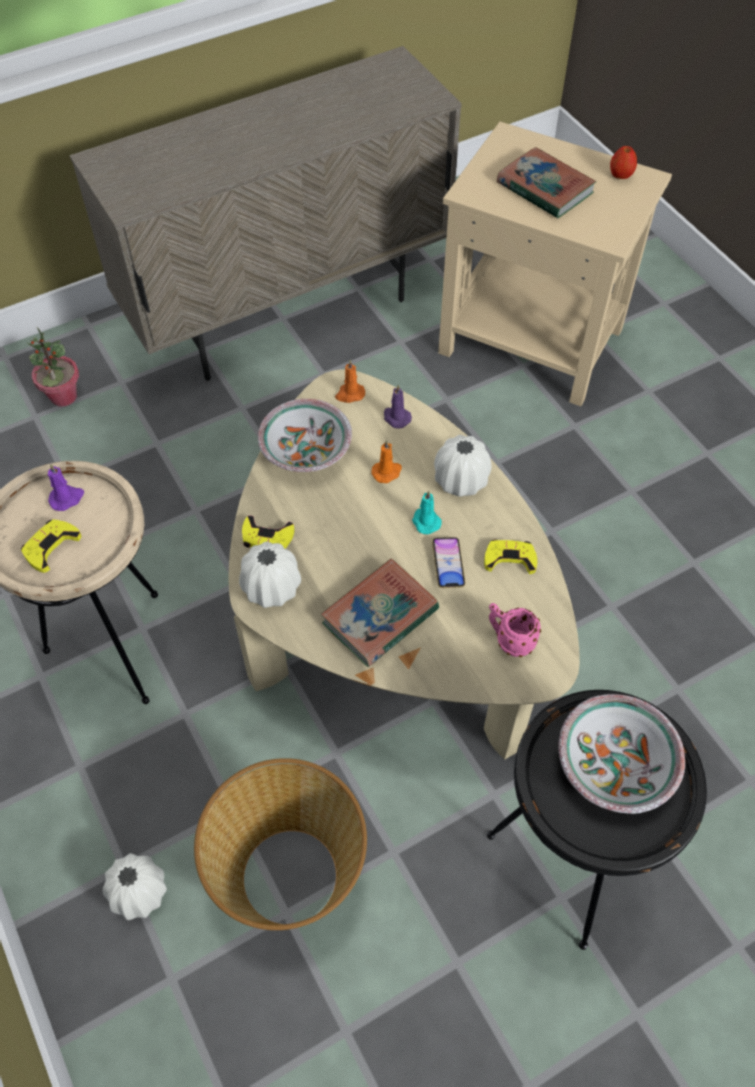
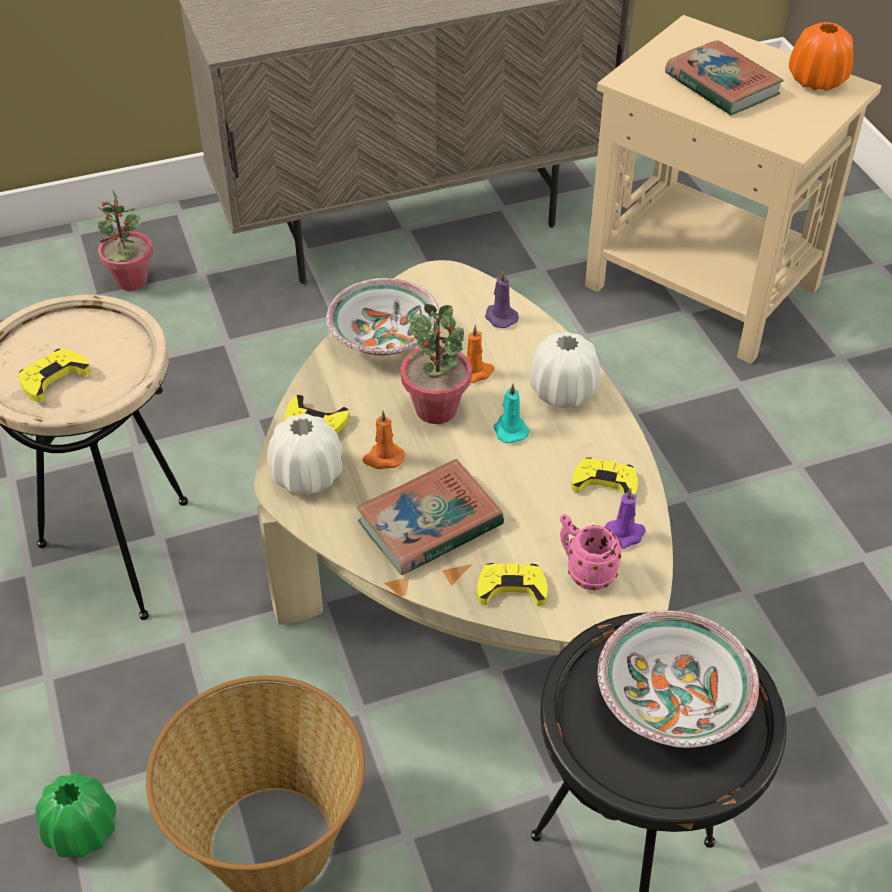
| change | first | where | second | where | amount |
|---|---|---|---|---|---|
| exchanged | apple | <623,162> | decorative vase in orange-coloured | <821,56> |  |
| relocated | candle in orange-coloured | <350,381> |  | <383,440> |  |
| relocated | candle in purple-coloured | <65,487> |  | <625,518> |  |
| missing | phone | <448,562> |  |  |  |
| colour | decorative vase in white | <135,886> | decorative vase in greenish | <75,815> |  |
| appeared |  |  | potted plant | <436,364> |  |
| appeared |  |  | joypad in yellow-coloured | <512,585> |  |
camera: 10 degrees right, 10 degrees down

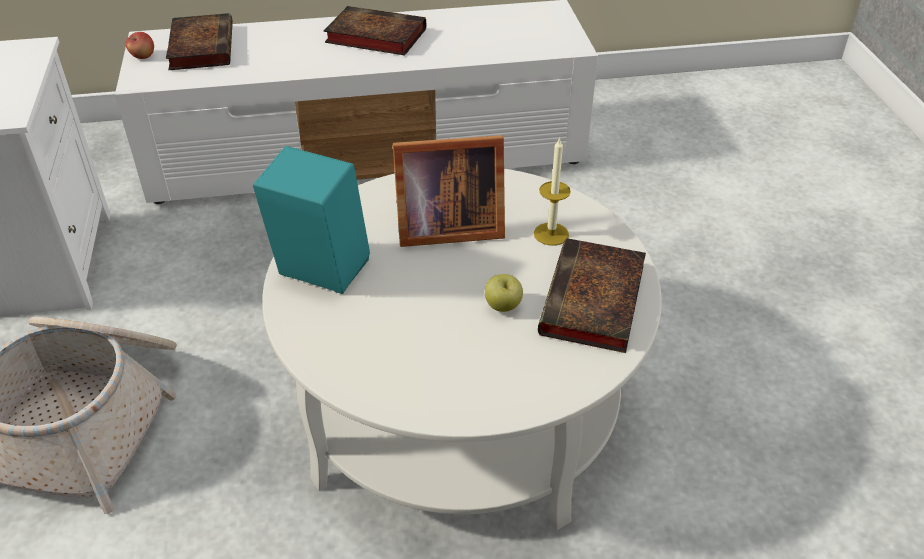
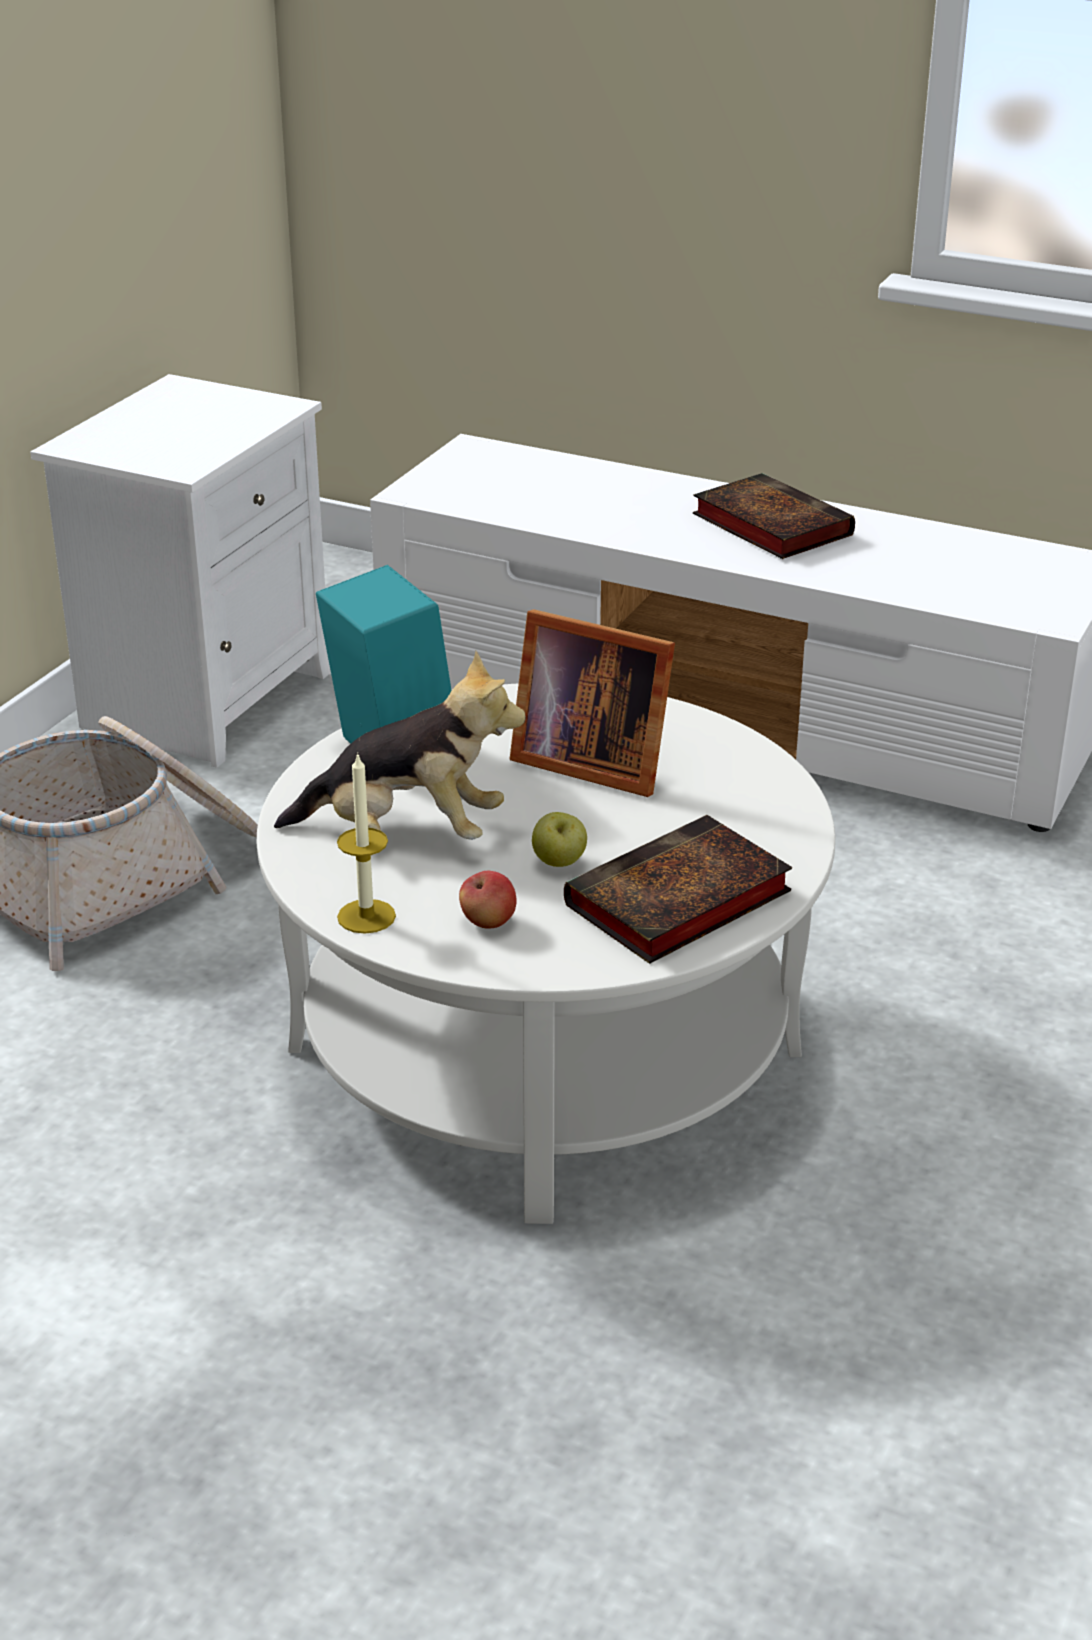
| change | first | where | second | where | amount |
|---|---|---|---|---|---|
| missing | volume | <199,41> |  |  |  |
| relocated | apple | <140,45> |  | <488,899> |  |
| relocated | candle | <552,191> |  | <366,843> |  |
| appeared |  |  | cuddly toy | <400,745> |  |
camera: 35 degrees right, 10 degrees down

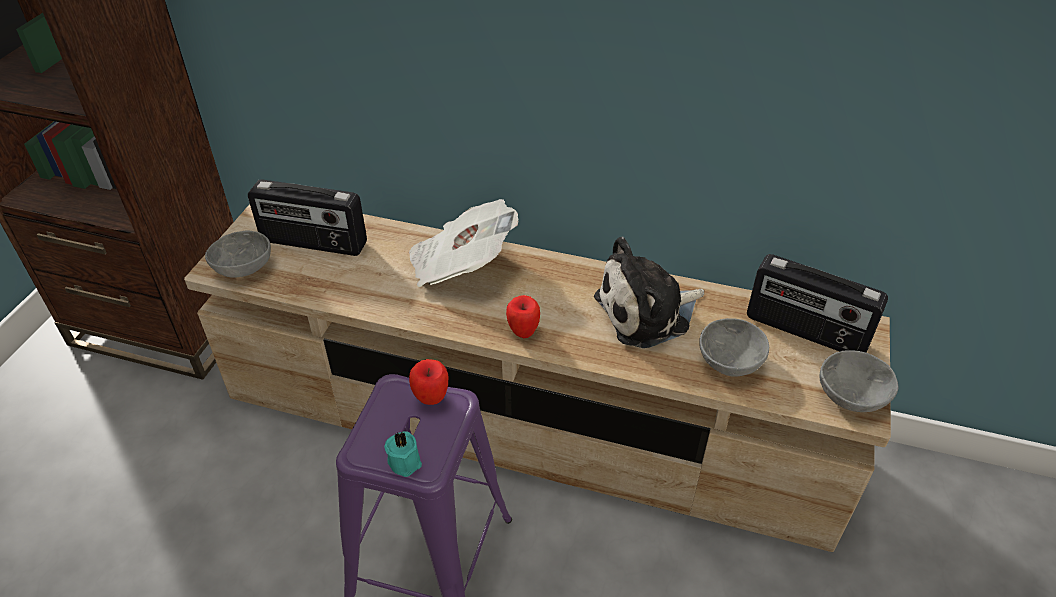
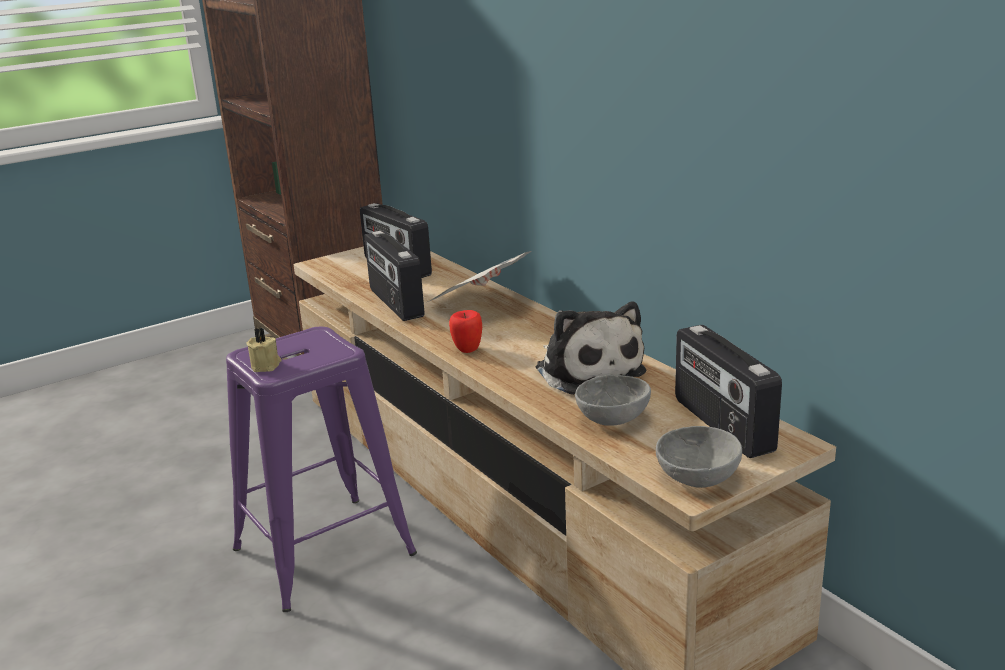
| change | first | where | second | where | amount |
|---|---|---|---|---|---|
| missing | serving bowl in greyish | <238,254> |  |  |  |
| spun | cuddly toy | <649,292> |  | <590,348> | 135 degrees counterclockwise |
| missing | apple | <429,382> |  |  |  |
| colour | candle in turquoise-coloured | <403,454> | candle in beige-coloured | <264,350> |  |
| appeared |  |  | radio receiver | <394,276> |  |
camera: 40 degrees right, 20 degrees down

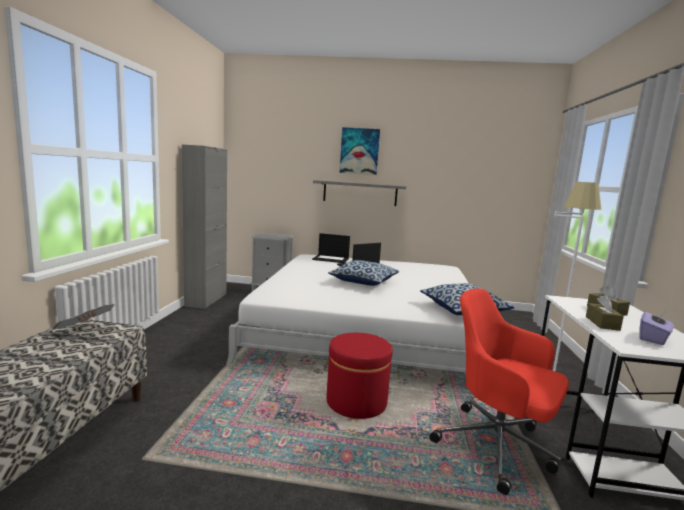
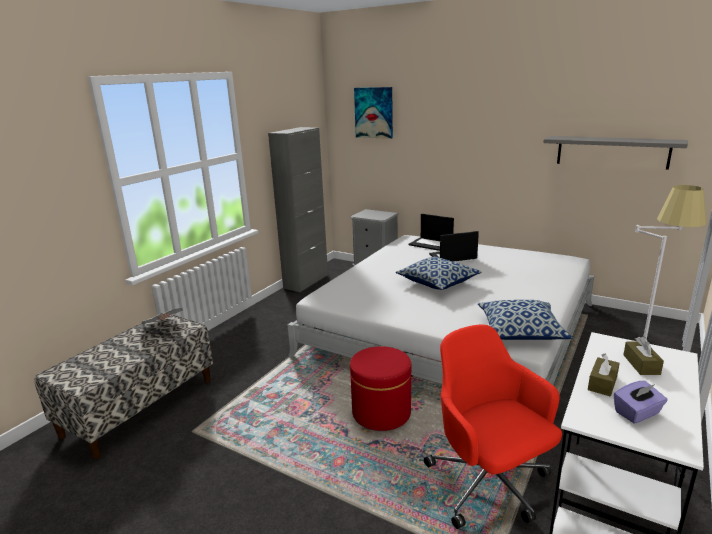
| change | first | where | second | where | amount |
|---|---|---|---|---|---|
| relocated | wall picture | <360,151> |  | <373,113> |  |
| relocated | bracket shelf in greyish | <359,193> |  | <615,153> |  |
camera: 25 degrees right, 10 degrees up

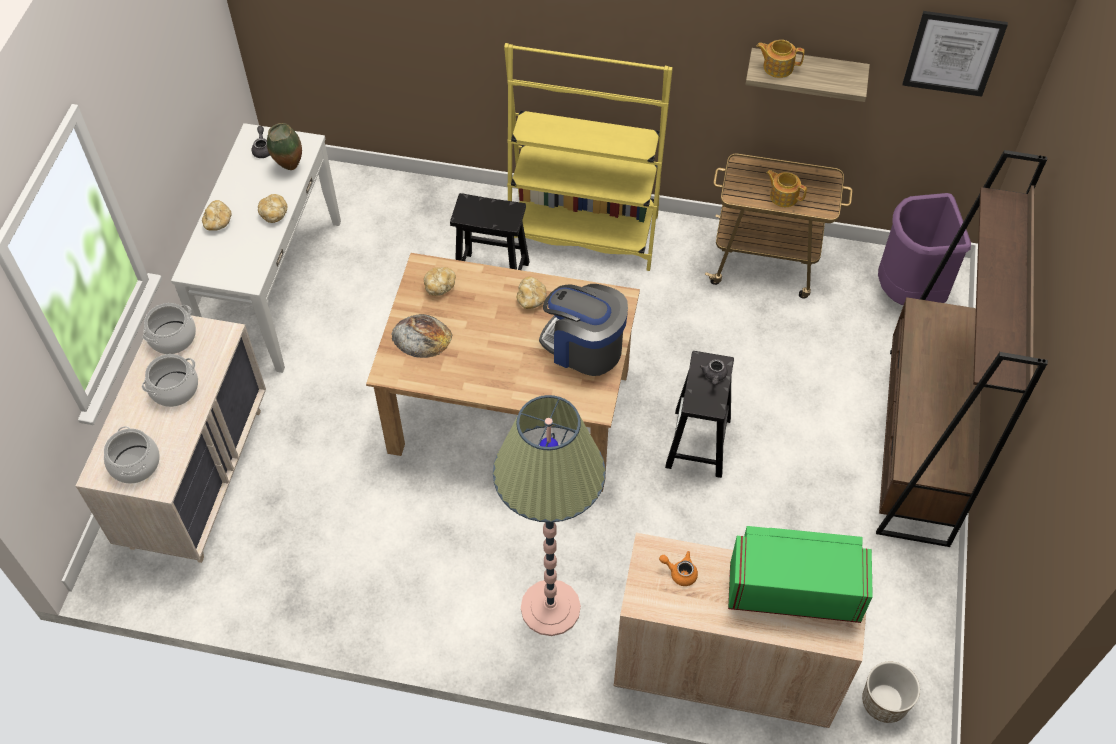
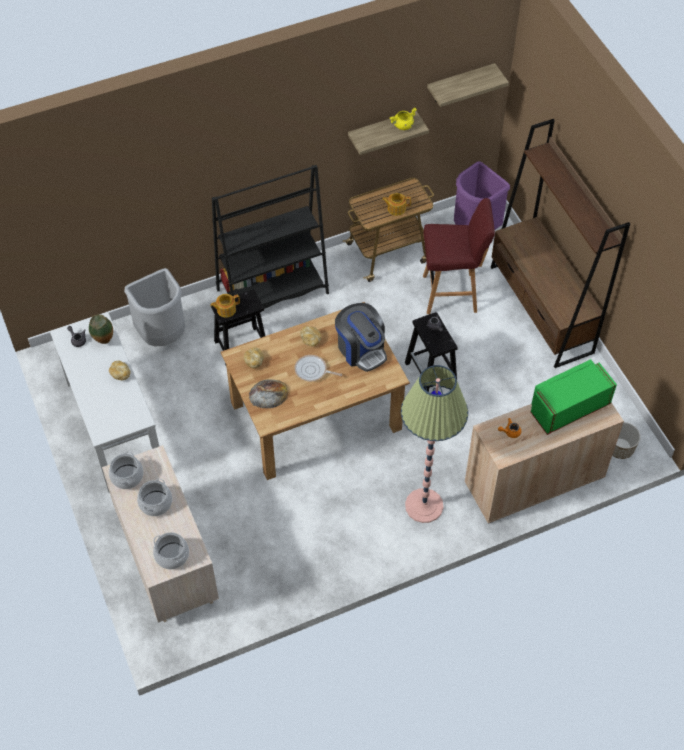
| change | first | where | second | where | amount |
|---|---|---|---|---|---|
| exchanged | wall picture | <955,54> | bracket shelf | <468,85> |  |
| relocated | teapot | <780,59> |  | <225,306> |  |
| colour | shelving unit in yellow-coloured | <588,157> | shelving unit in black | <270,237> |  |
| missing | bread | <217,215> |  |  |  |
| spun | coffee machine | <583,330> |  | <361,337> | 120 degrees counterclockwise |
| appeared |  |  | stockpot in yellow-coloured | <403,119> |  |
| appeared |  |  | sitting stool in red | <459,256> |  |
| appeared |  |  | rubbish bin in greyish | <154,307> |  |
| appeared |  |  | frying pan | <318,368> |  |
camera: 35 degrees left, 0 degrees up

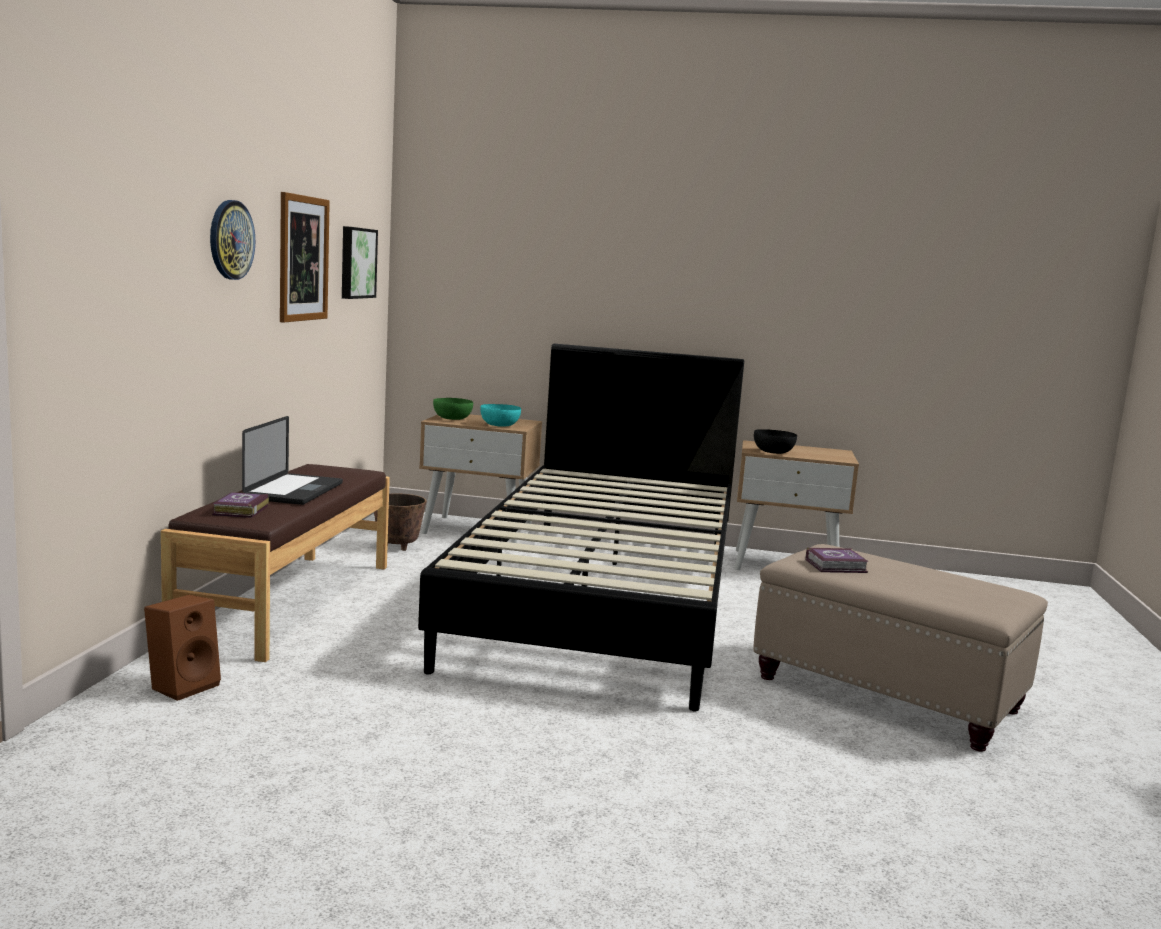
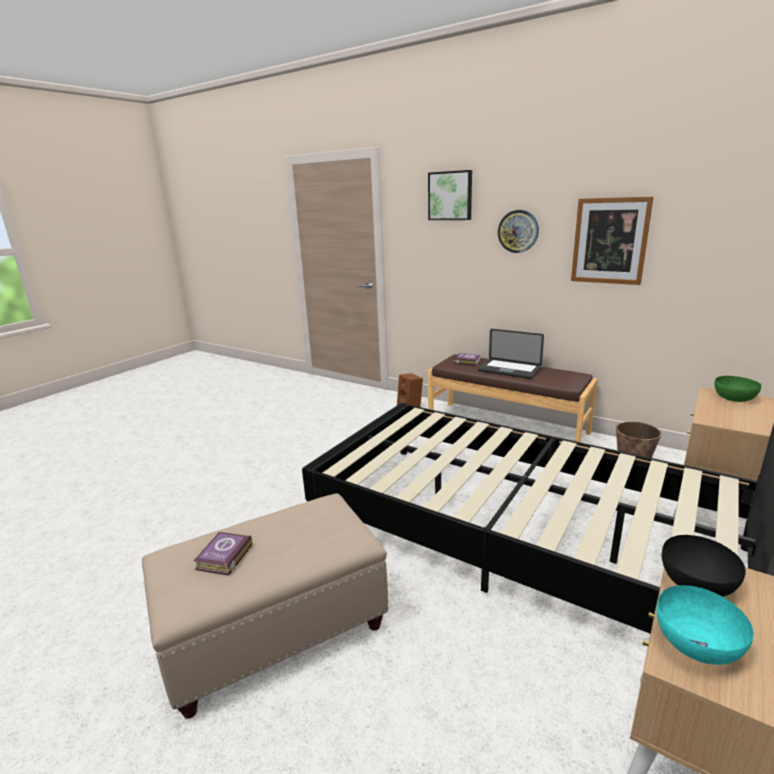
| change | first | where | second | where | amount |
|---|---|---|---|---|---|
| relocated | wall picture | <360,262> |  | <450,195> |  |
| relocated | serving bowl in turquoise-coloured | <500,415> |  | <705,625> |  |
| relocated | volume | <837,560> |  | <223,554> |  |
camera: 115 degrees right, 10 degrees up

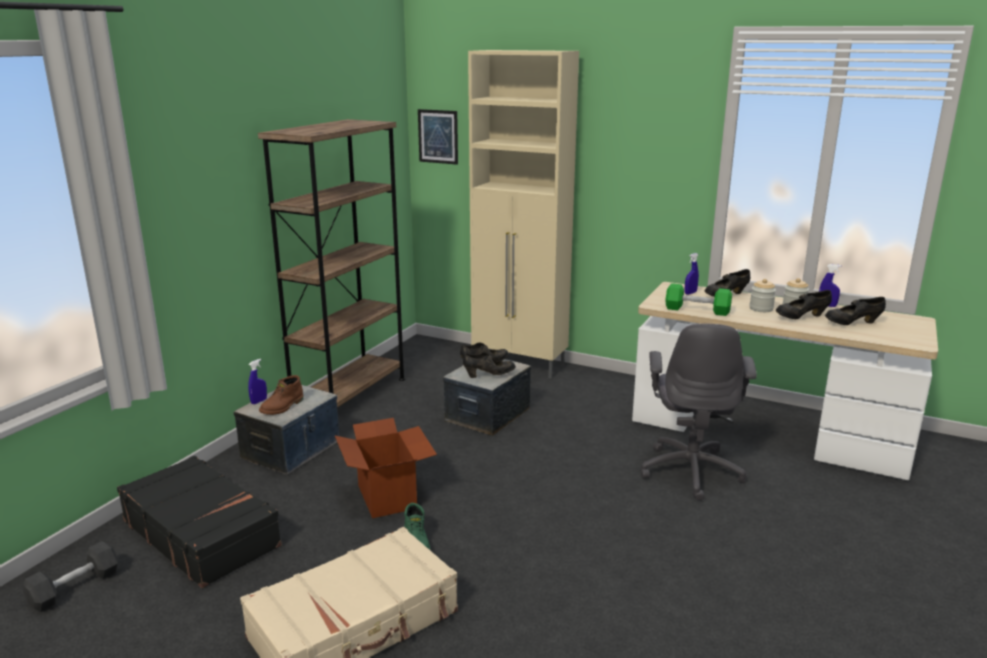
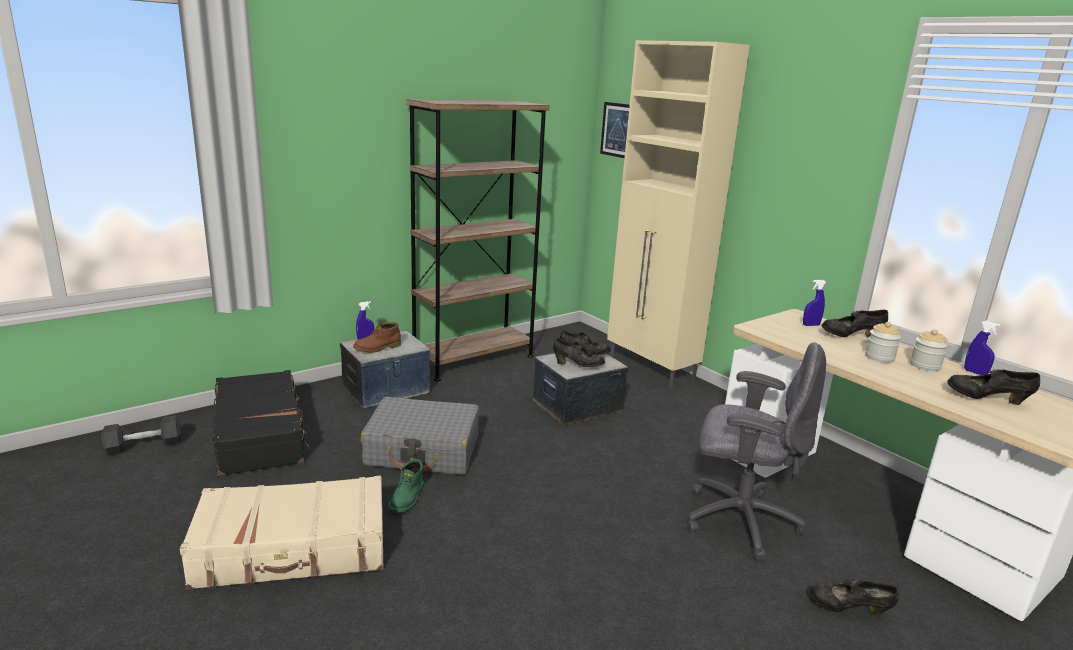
| change | first | where | second | where | amount |
|---|---|---|---|---|---|
| missing | dumbbell in greenish | <699,299> |  |  |  |
| relocated | low shoe in black | <804,304> |  | <854,597> |  |
| spun | desk chair in greyish | <699,412> |  | <756,451> | 105 degrees counterclockwise |
| exchanged | cardboard box | <386,468> | piece of luggage in greyish | <420,436> |  |
camera: 25 degrees right, 0 degrees up

